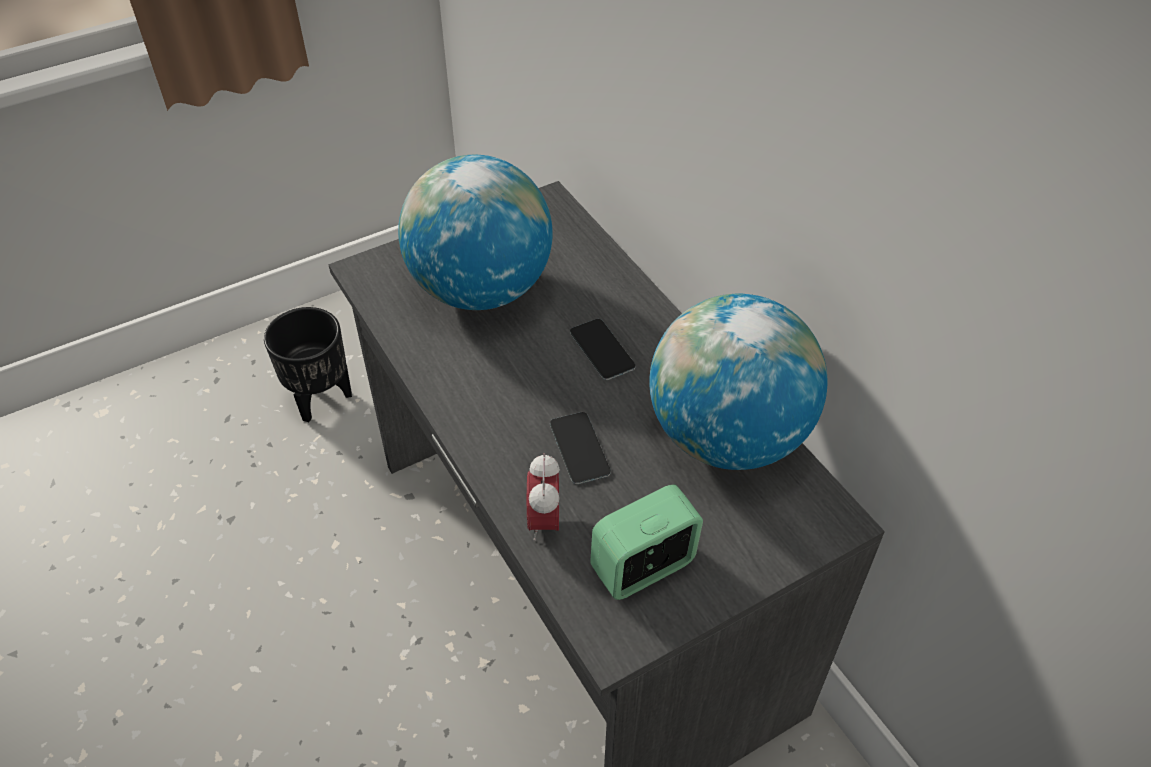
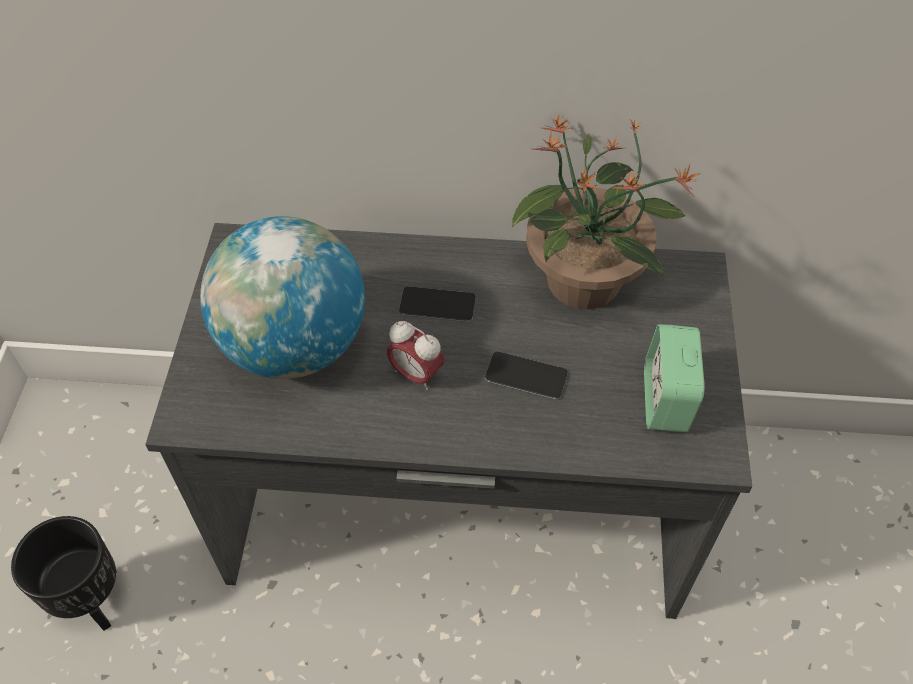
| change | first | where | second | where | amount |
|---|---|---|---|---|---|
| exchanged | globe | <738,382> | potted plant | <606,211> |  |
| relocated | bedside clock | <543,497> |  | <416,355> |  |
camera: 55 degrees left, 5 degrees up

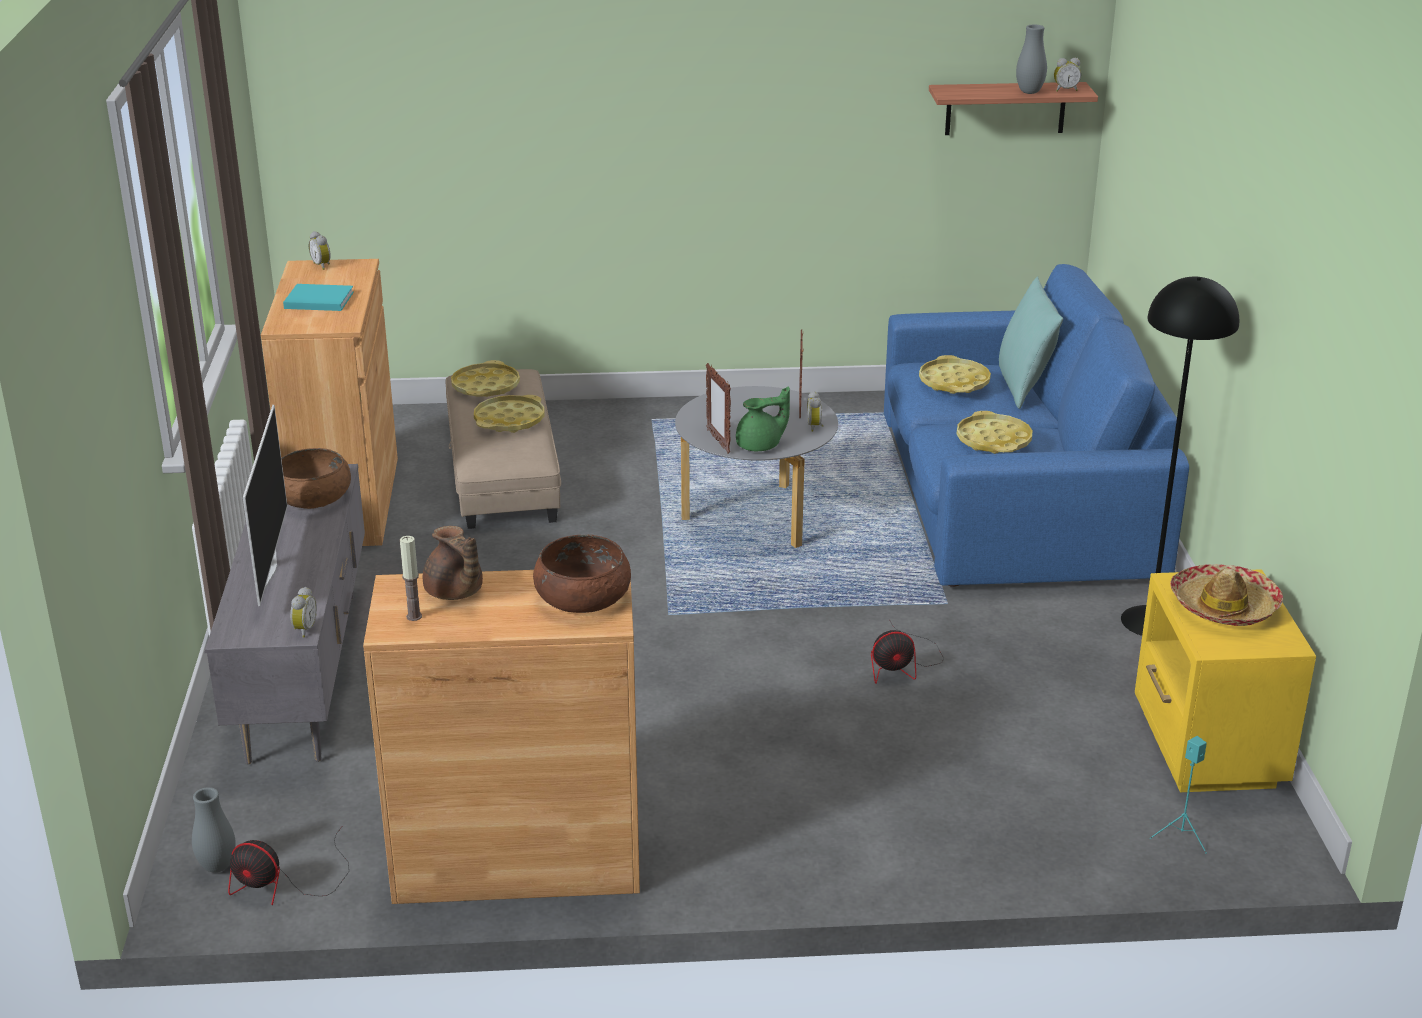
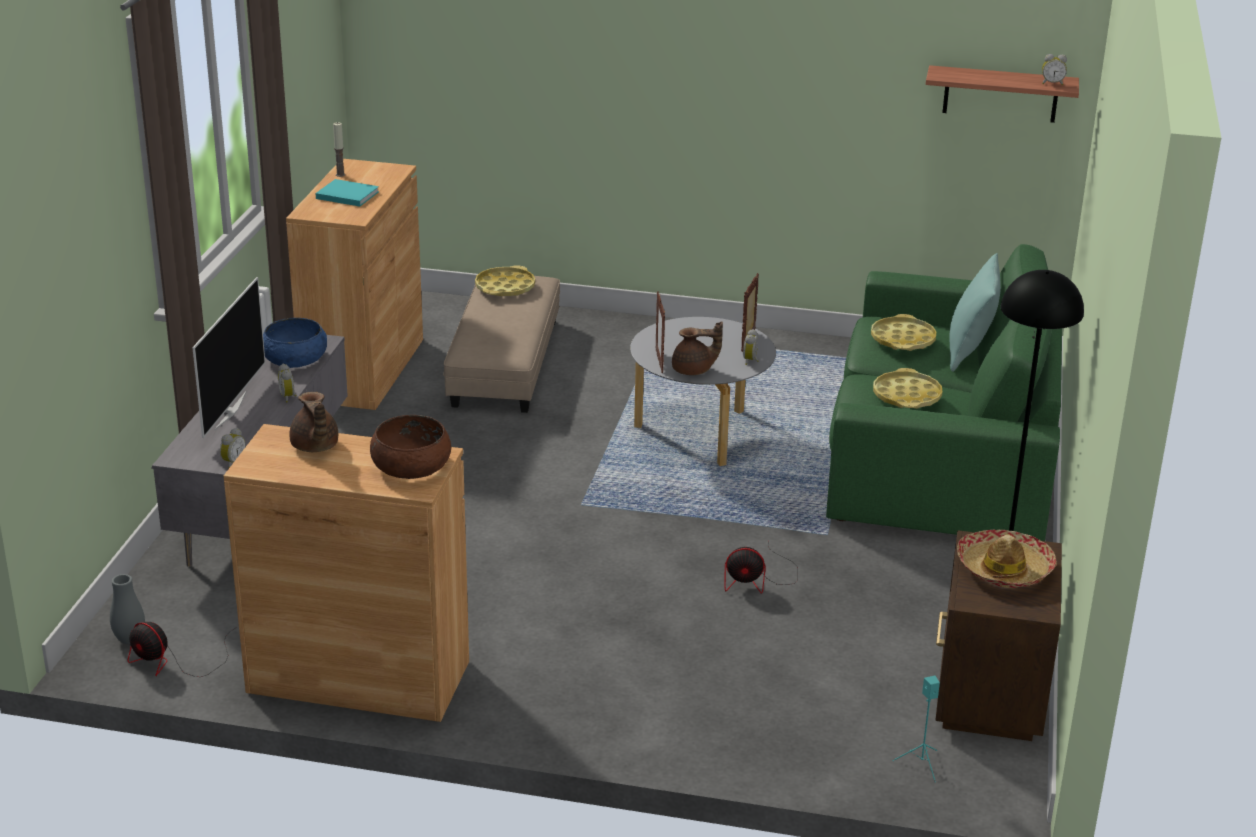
| change | first | where | second | where | amount |
|---|---|---|---|---|---|
| missing | decorative vase in greyish | <1031,59> |  |  |  |
| relocated | bedside clock | <320,250> |  | <287,383> |  |
| colour | couch in blue | <1036,425> | couch in greenish | <944,392> |  |
| colour | teapot in greenish | <763,418> | teapot in brownish | <697,348> |  |
| missing | tray in yellow-coloured | <509,414> |  |  |  |
| colour | serving bowl in brownish | <316,478> | serving bowl in blue | <295,343> |  |
| relocated | candle | <411,578> |  | <339,149> |  |
| colour | bedside table in yellow-coloured | <1225,680> | bedside table in brownish | <998,635> |  |
camera: 15 degrees right, 0 degrees up

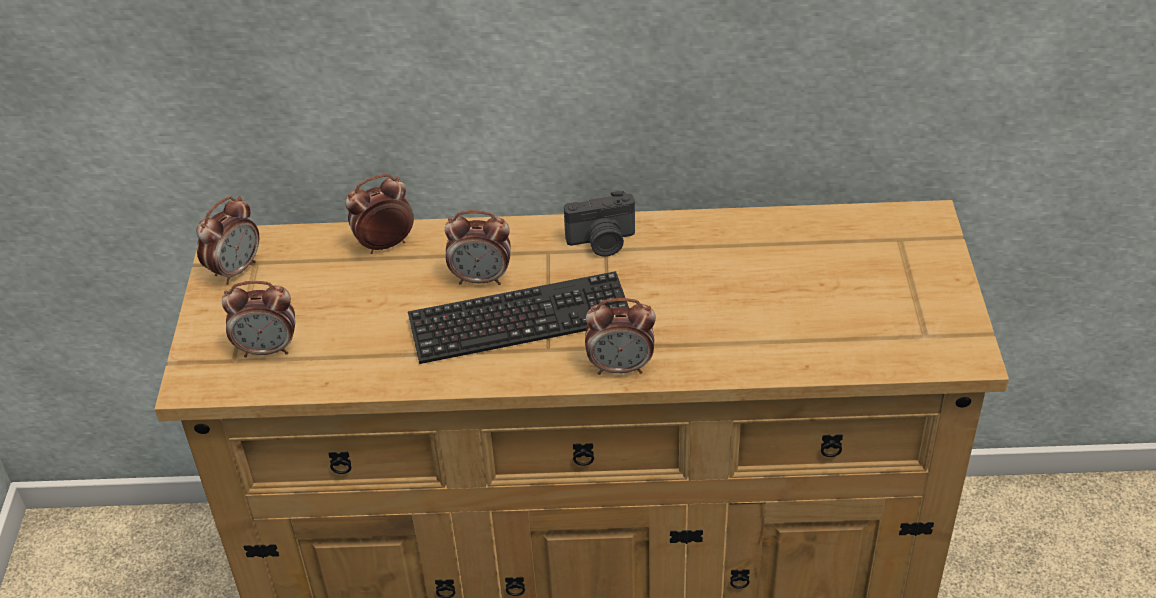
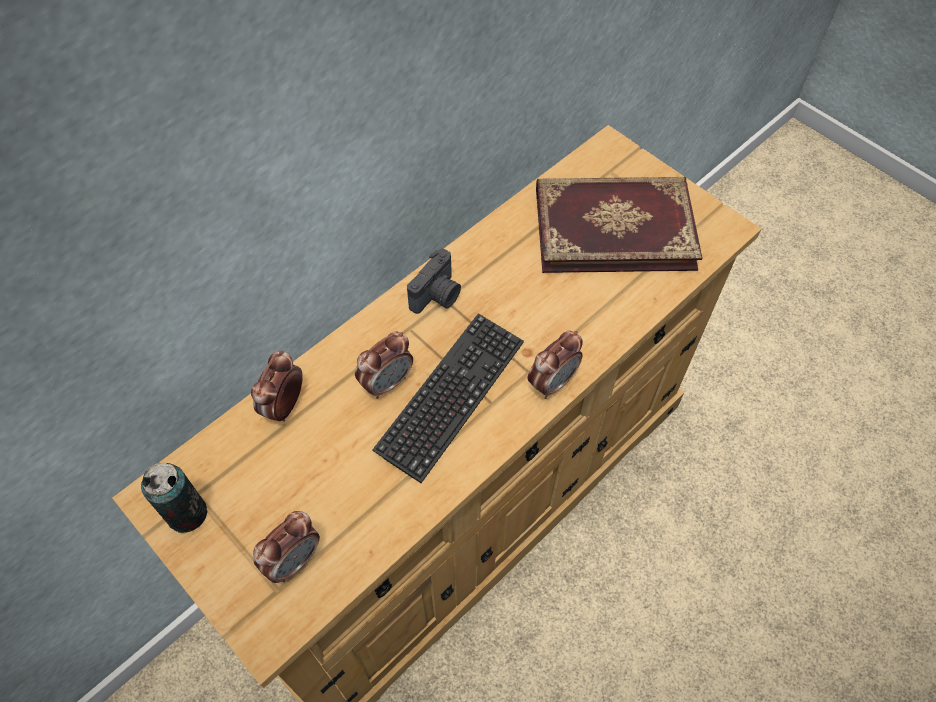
| change | first | where | second | where | amount |
|---|---|---|---|---|---|
| exchanged | bedside clock | <228,240> | sealed can | <174,498> |  |
| appeared |  |  | volume | <619,225> |  |
camera: 45 degrees left, 15 degrees up

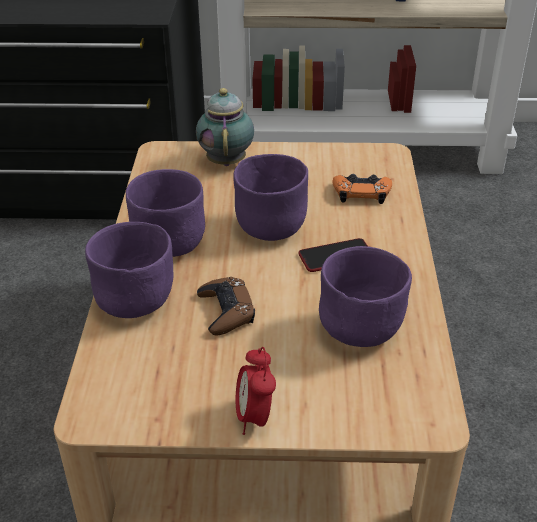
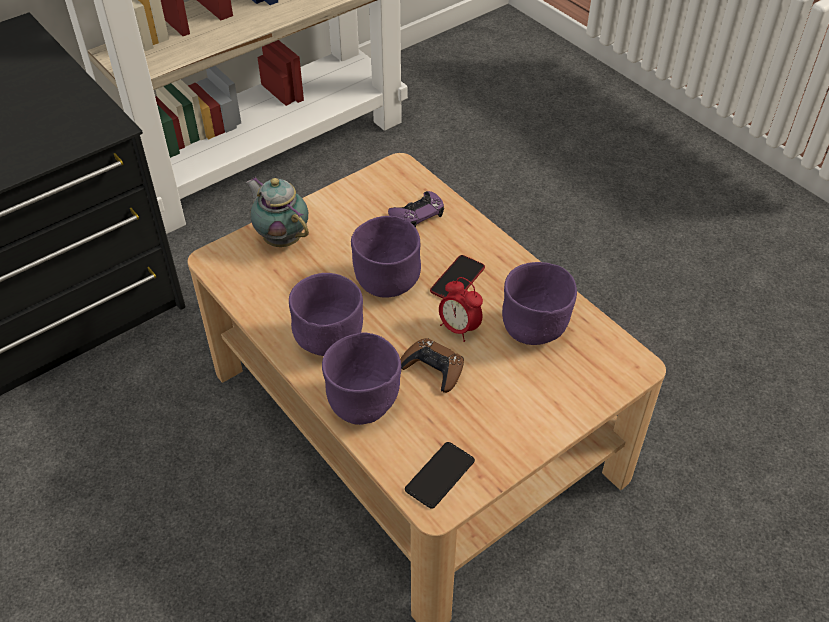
| change | first | where | second | where | amount |
|---|---|---|---|---|---|
| colour | joypad in orange-coloured | <362,189> | joypad in purple-coloured | <416,209> |  |
| relocated | bedside clock | <256,391> |  | <461,309> |  |
| appeared |  |  | phone | <440,475> |  |
camera: 40 degrees left, 10 degrees up

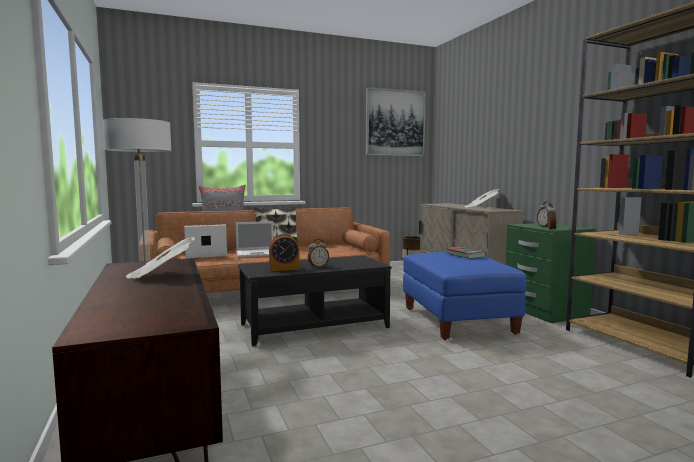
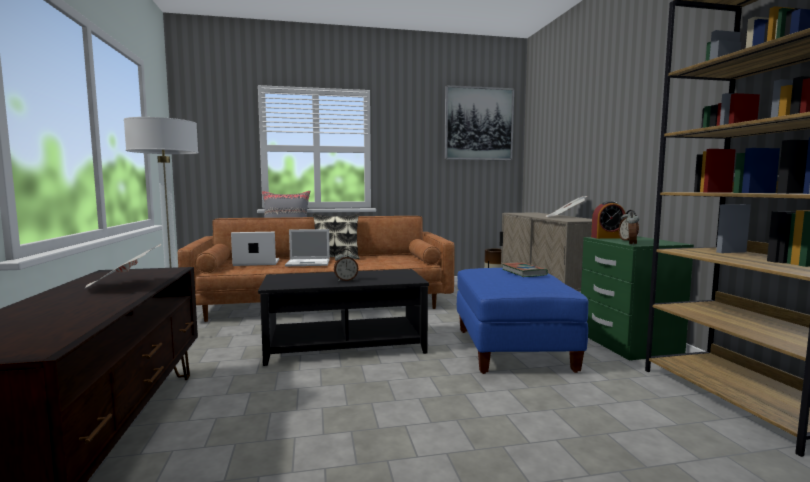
| change | first | where | second | where | amount |
|---|---|---|---|---|---|
| relocated | bedside clock | <284,252> |  | <608,220> |  |
camera: 10 degrees right, 0 degrees up

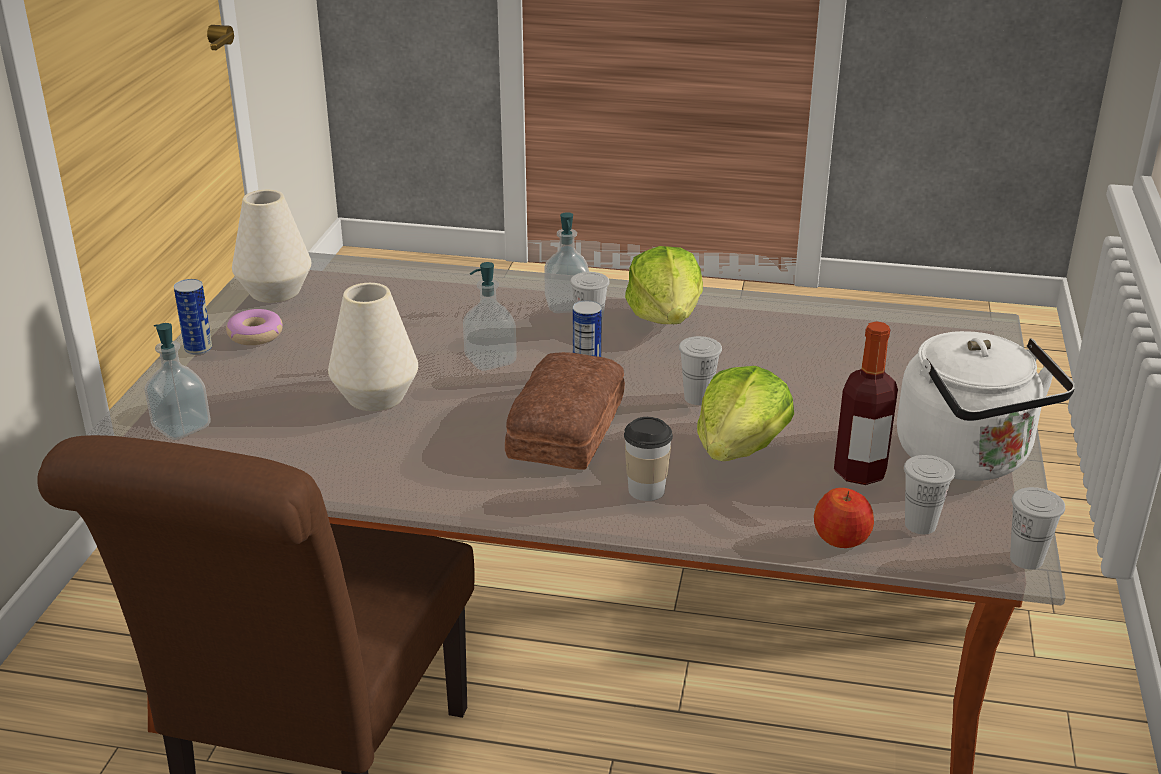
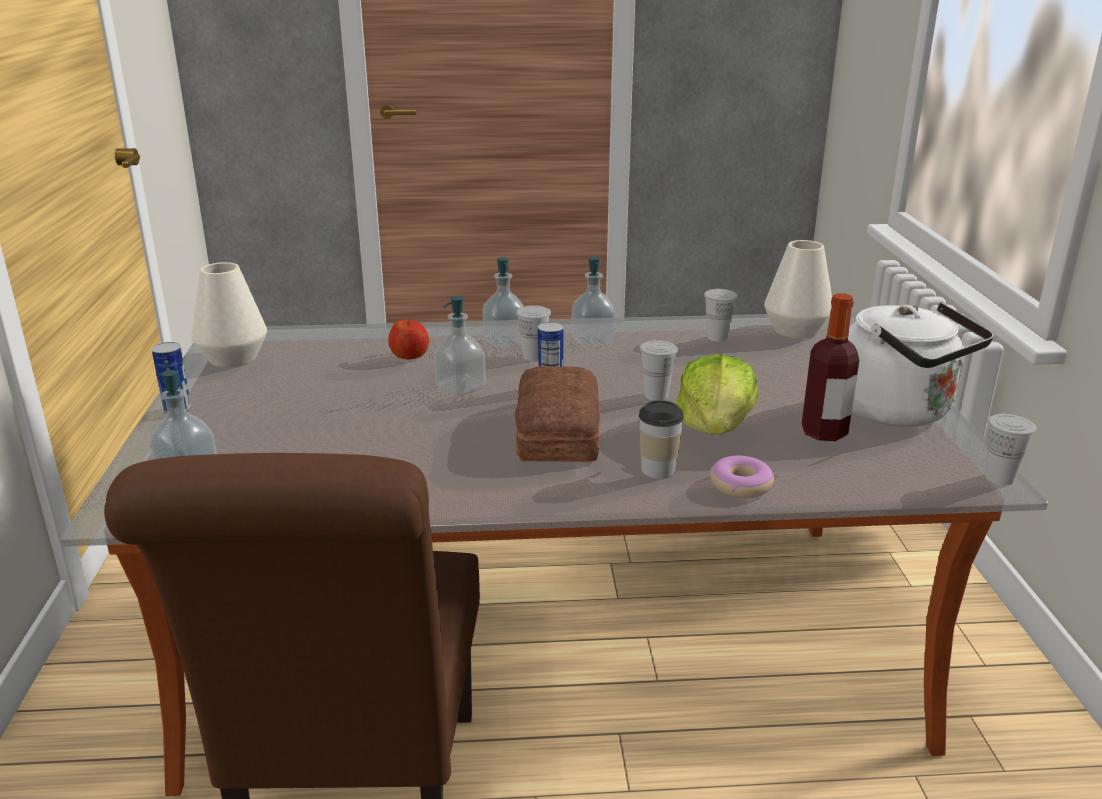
| change | first | where | second | where | amount |
|---|---|---|---|---|---|
| exchanged | head of lettuce | <664,285> | soap dispenser | <593,302> |  |
| relocated | decorative vase in white | <373,347> |  | <798,289> |  |
| relocated | doughnut | <254,327> |  | <742,477> |  |
| relocated | drinking cup in white | <929,494> |  | <721,315> |  |
| relocated | apple | <844,518> |  | <408,339> |  |
camera: 15 degrees left, 5 degrees down

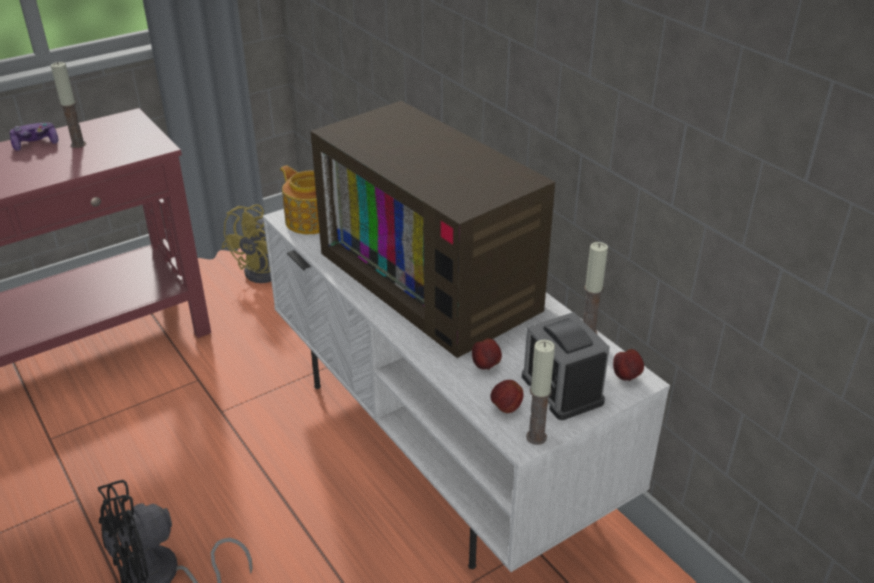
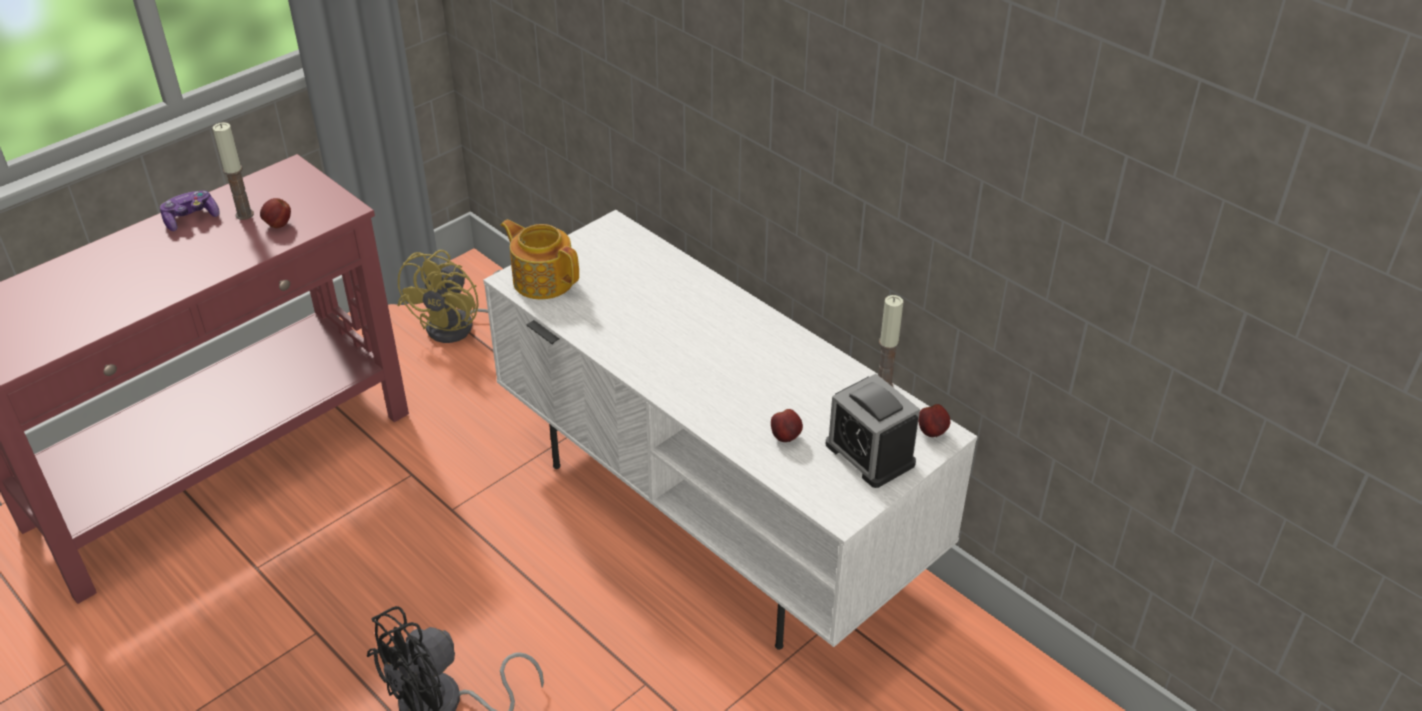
| change | first | where | second | where | amount |
|---|---|---|---|---|---|
| missing | television | <432,229> |  |  |  |
| missing | candle | <540,392> |  |  |  |
| relocated | apple | <506,396> |  | <275,213> |  |
camera: 10 degrees left, 5 degrees up

